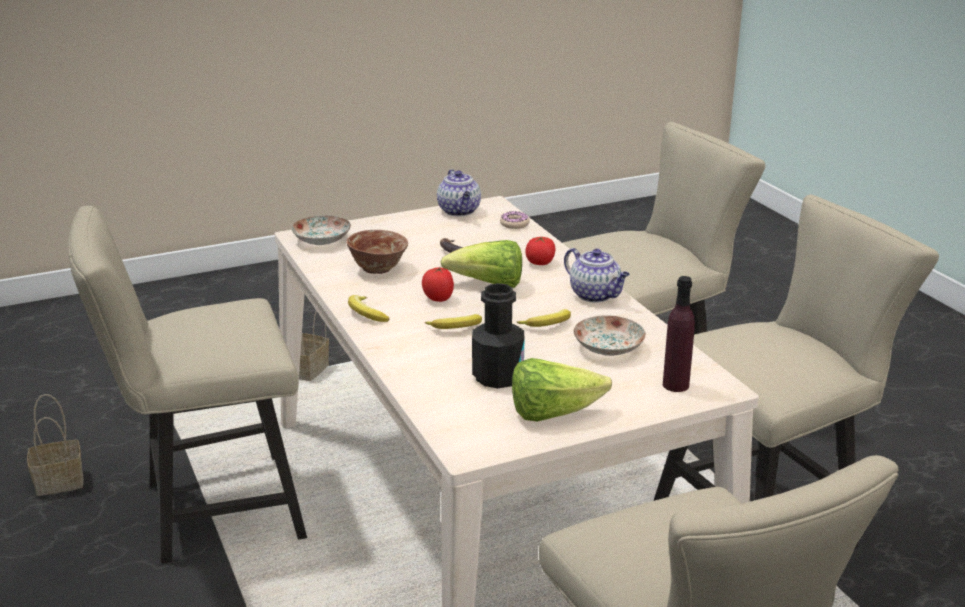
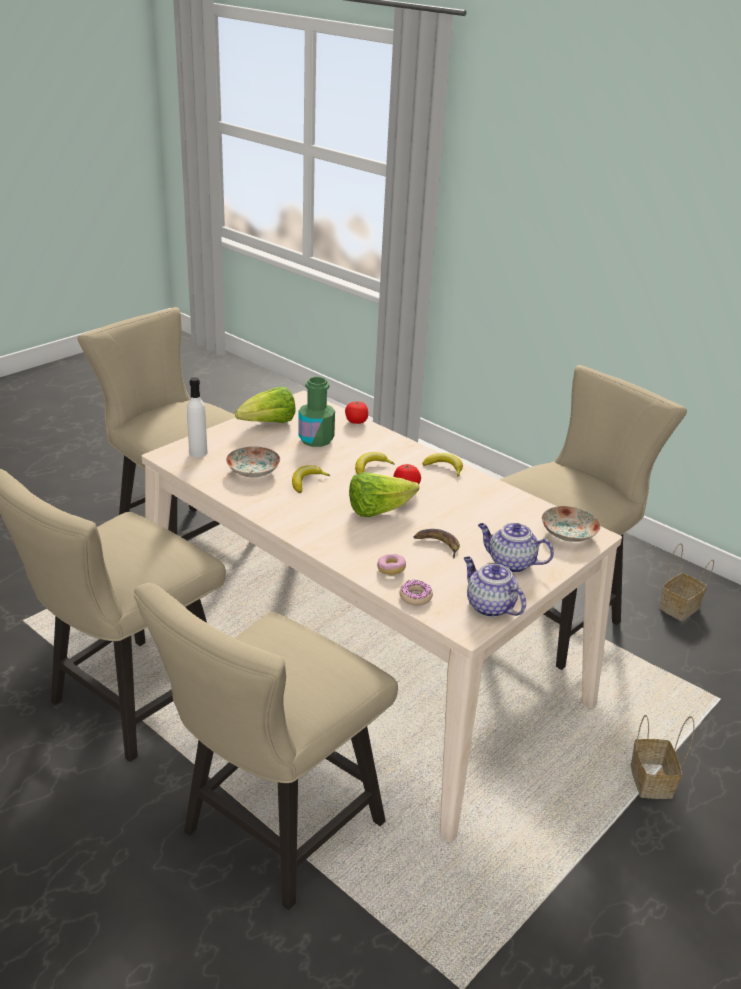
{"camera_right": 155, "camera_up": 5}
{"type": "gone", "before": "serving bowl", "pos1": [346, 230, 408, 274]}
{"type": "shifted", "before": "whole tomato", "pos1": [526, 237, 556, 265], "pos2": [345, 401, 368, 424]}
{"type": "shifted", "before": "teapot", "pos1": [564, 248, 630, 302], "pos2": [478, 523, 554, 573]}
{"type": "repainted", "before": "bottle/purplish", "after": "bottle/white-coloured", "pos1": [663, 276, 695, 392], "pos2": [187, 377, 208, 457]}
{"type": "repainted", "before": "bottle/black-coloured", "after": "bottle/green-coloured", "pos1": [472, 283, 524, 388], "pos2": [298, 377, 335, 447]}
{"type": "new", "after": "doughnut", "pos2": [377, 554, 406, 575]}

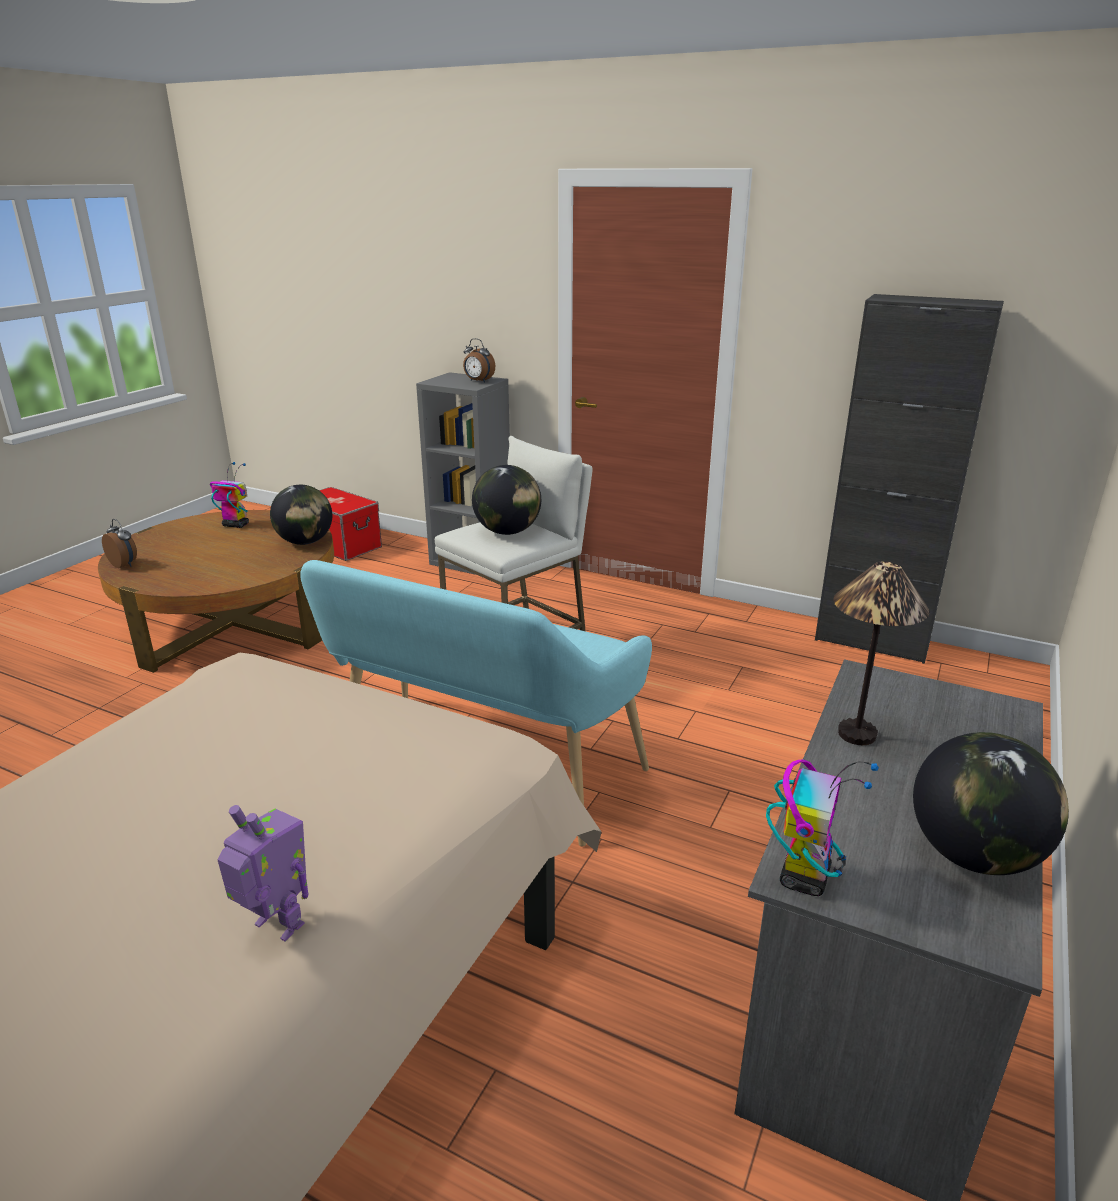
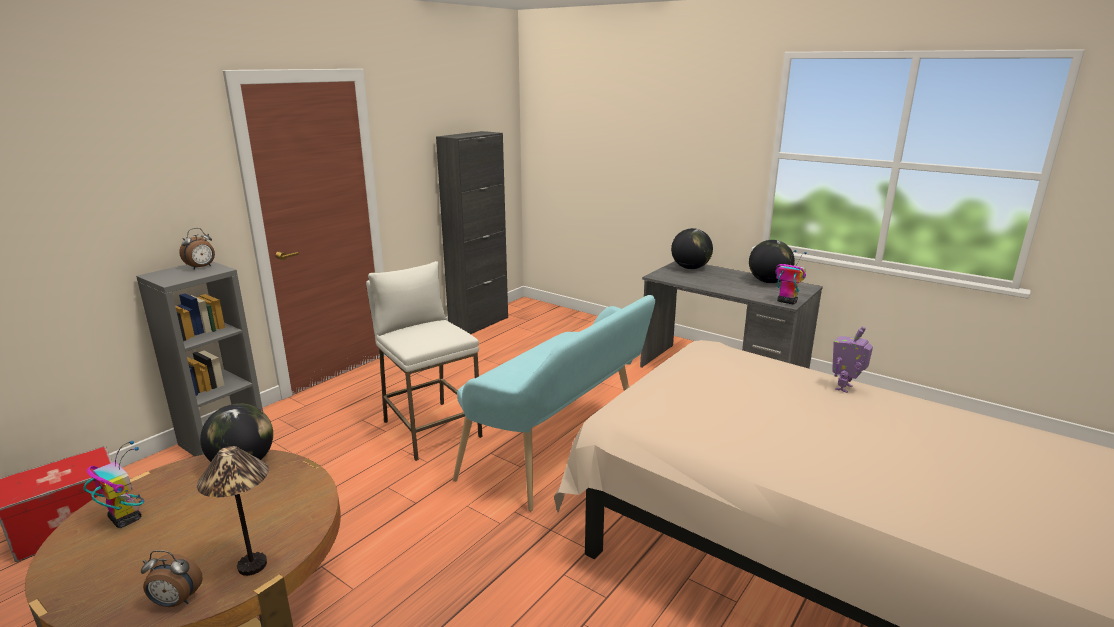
{"camera_right": -80, "camera_up": -5}
{"type": "rotated", "before": "toy robot", "pos1": [210, 462, 249, 528], "pos2": [83, 441, 144, 528], "turn": 105}
{"type": "shifted", "before": "globe", "pos1": [472, 465, 541, 535], "pos2": [671, 228, 713, 269]}
{"type": "rotated", "before": "table clock", "pos1": [102, 519, 137, 568], "pos2": [141, 550, 203, 607], "turn": -135}
{"type": "shifted", "before": "tabletop lamp", "pos1": [833, 561, 929, 745], "pos2": [197, 446, 269, 576]}

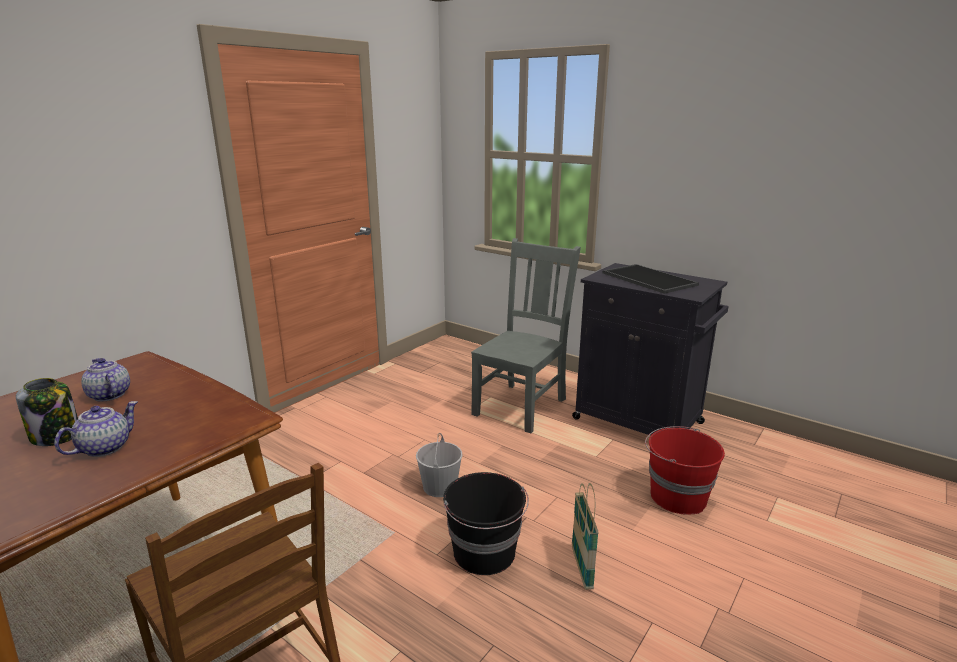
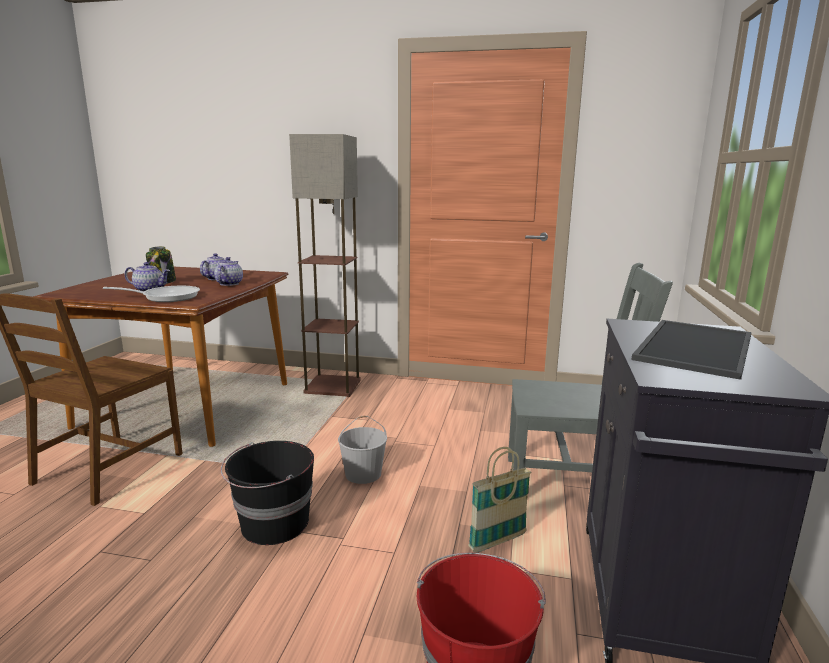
{"camera_right": 65, "camera_up": -5}
{"type": "shifted", "before": "basket", "pos1": [572, 483, 599, 590], "pos2": [468, 447, 531, 553]}
{"type": "new", "after": "standard lamp", "pos2": [289, 134, 361, 397]}
{"type": "new", "after": "teapot", "pos2": [214, 257, 243, 286]}
{"type": "new", "after": "frying pan", "pos2": [103, 286, 200, 302]}

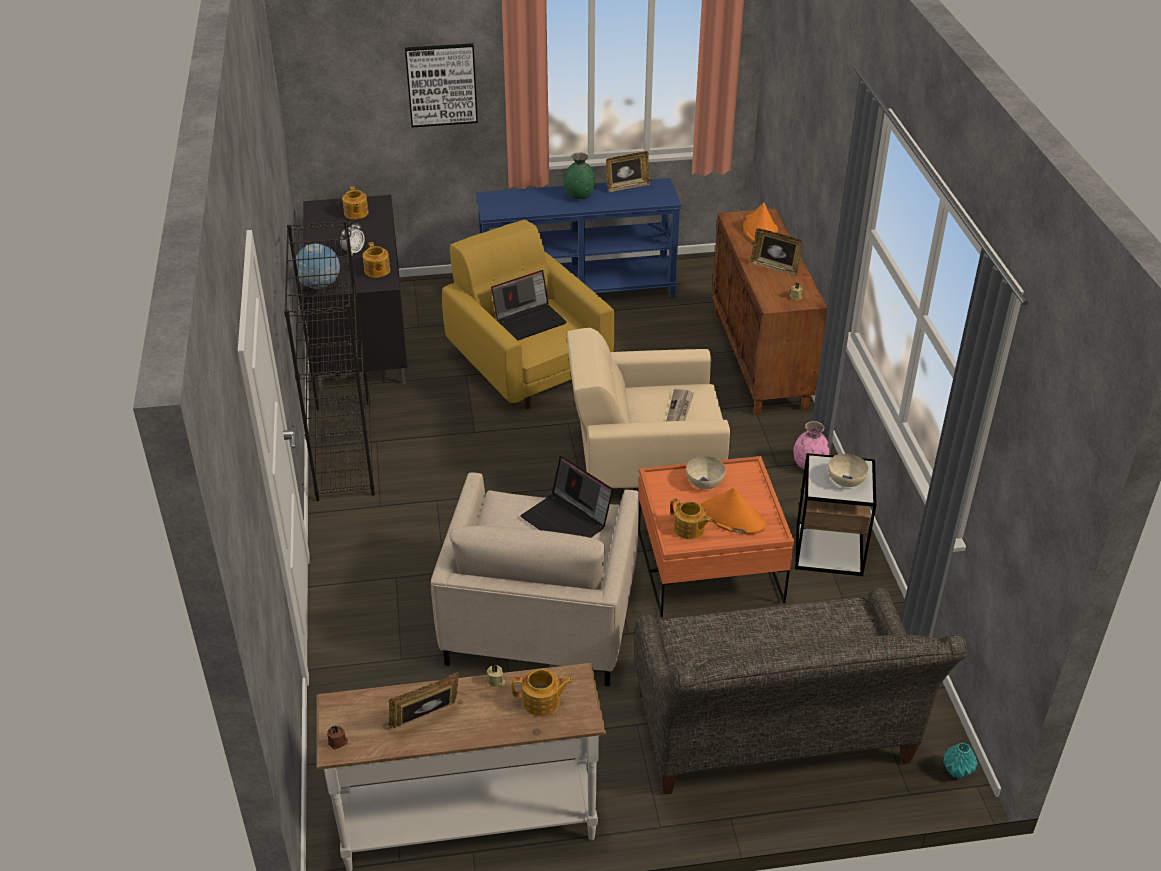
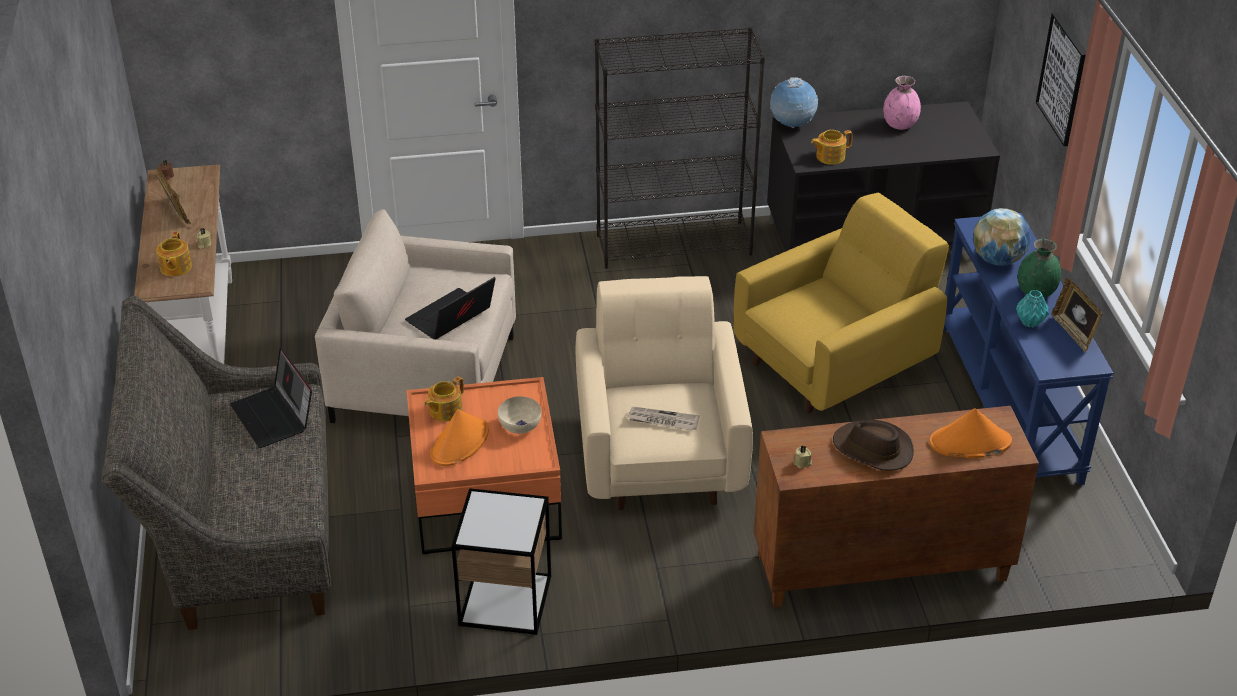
{"camera_right": 90, "camera_up": 0}
{"type": "gone", "before": "teapot", "pos1": [342, 186, 369, 219]}
{"type": "gone", "before": "table clock", "pos1": [340, 221, 365, 255]}
{"type": "swapped", "before": "standing frame", "after": "wearable hat/brown-coloured", "pos1": [751, 228, 803, 277], "pos2": [833, 420, 914, 471]}
{"type": "shifted", "before": "laptop", "pos1": [491, 270, 567, 341], "pos2": [230, 348, 312, 448]}
{"type": "shifted", "before": "decorative vase/pinkish", "pos1": [793, 421, 829, 469], "pos2": [883, 76, 921, 130]}
{"type": "gone", "before": "serving bowl/beige", "pos1": [828, 454, 868, 487]}
{"type": "shifted", "before": "decorative vase/blue-green", "pos1": [943, 743, 978, 779], "pos2": [1016, 290, 1049, 328]}
{"type": "new", "after": "globe", "pos2": [973, 208, 1031, 266]}

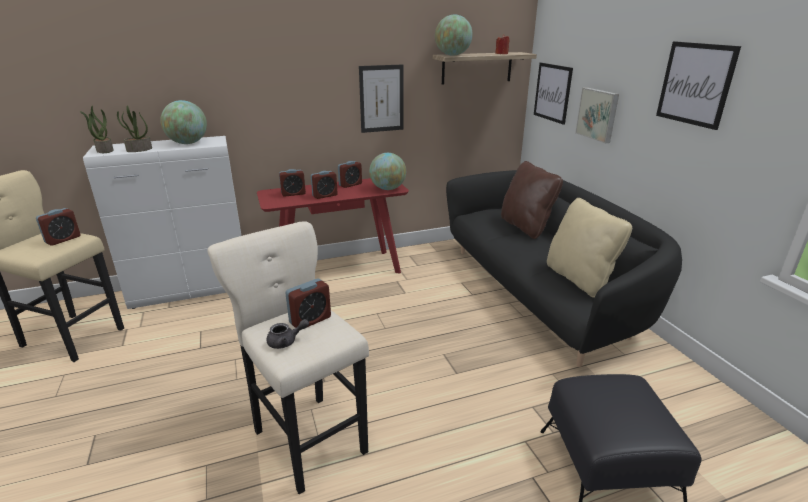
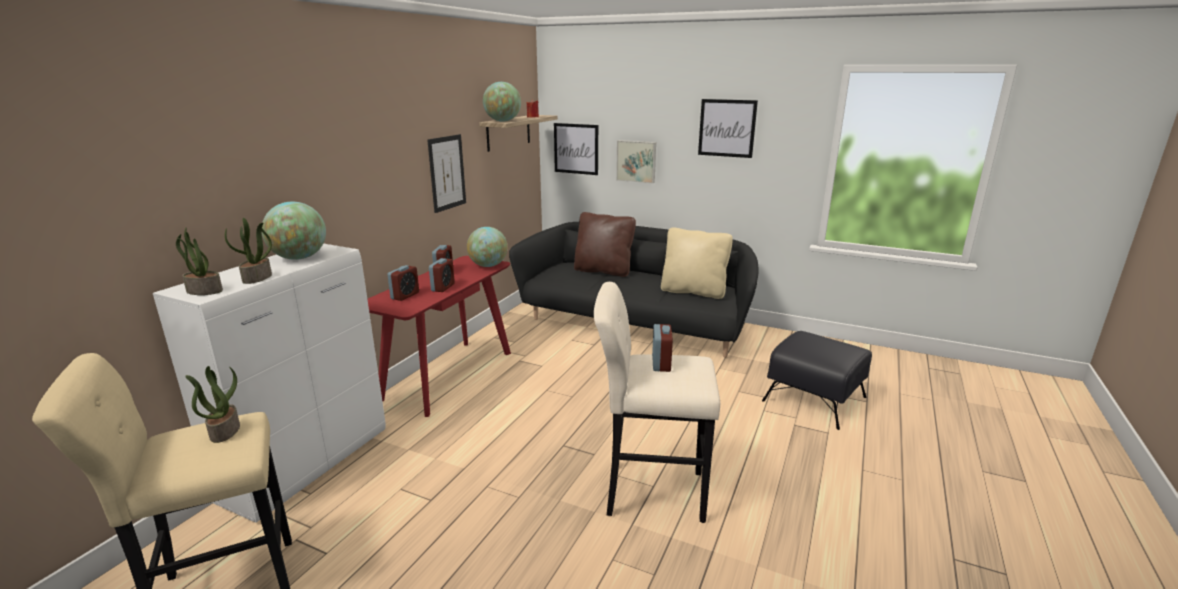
{"camera_right": -45, "camera_up": -5}
{"type": "swapped", "before": "table clock", "after": "houseplant", "pos1": [36, 208, 81, 246], "pos2": [185, 366, 240, 443]}
{"type": "gone", "before": "teapot/gray", "pos1": [266, 319, 309, 349]}

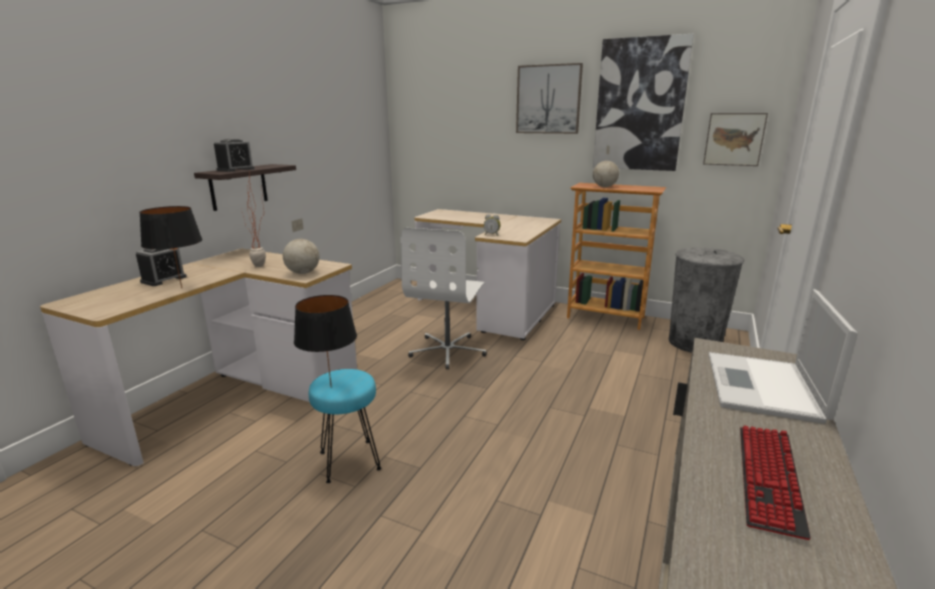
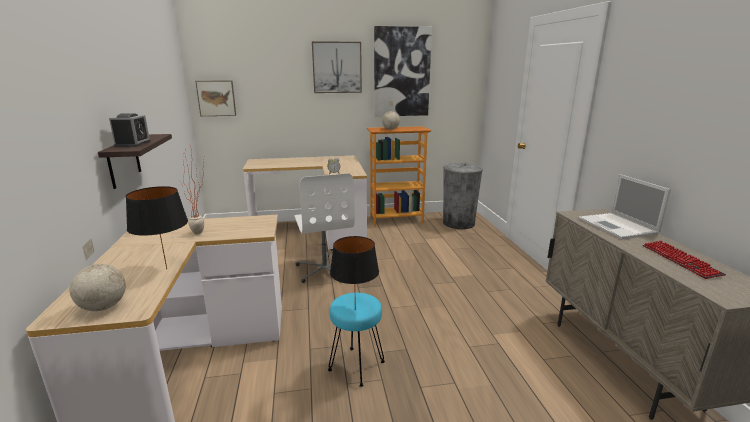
{"camera_right": -35, "camera_up": 0}
{"type": "shifted", "before": "picture", "pos1": [703, 113, 768, 166], "pos2": [195, 81, 236, 116]}
{"type": "shifted", "before": "globe", "pos1": [283, 218, 320, 274], "pos2": [70, 239, 126, 311]}
{"type": "gone", "before": "table clock", "pos1": [136, 248, 187, 286]}

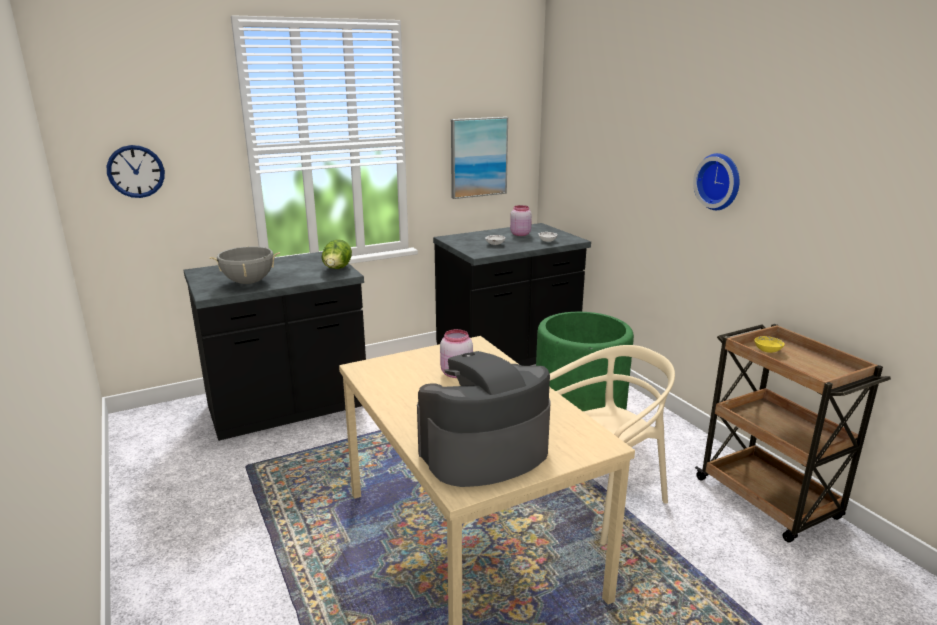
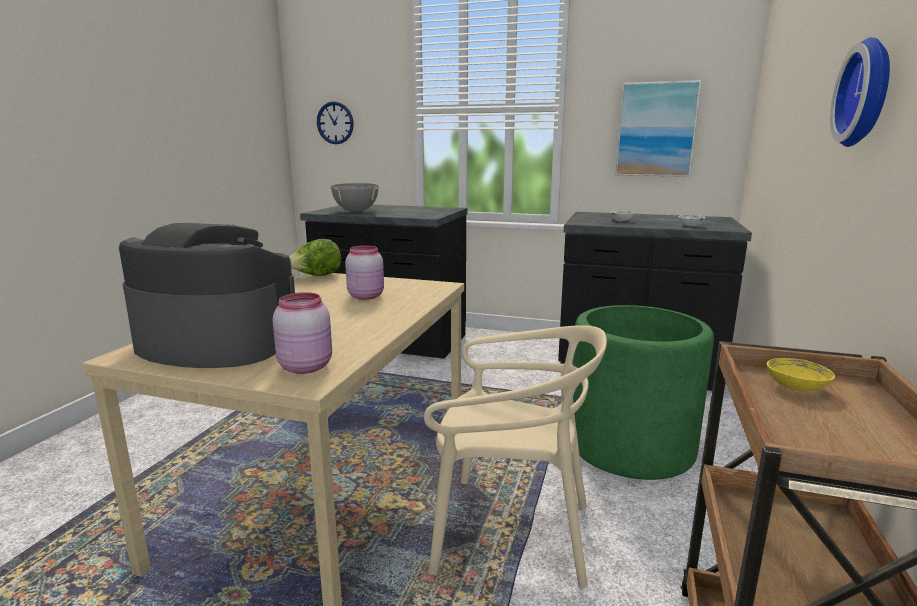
{"camera_right": 45, "camera_up": -5}
{"type": "shifted", "before": "jar/pinkish", "pos1": [510, 205, 532, 236], "pos2": [273, 292, 332, 374]}
{"type": "shifted", "before": "lettuce head", "pos1": [322, 239, 352, 269], "pos2": [289, 239, 341, 276]}

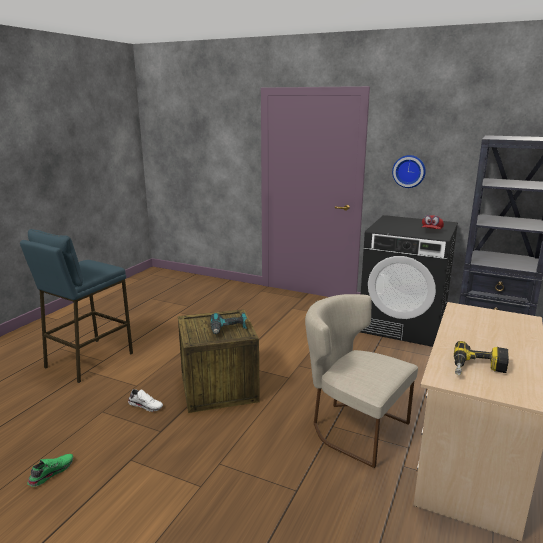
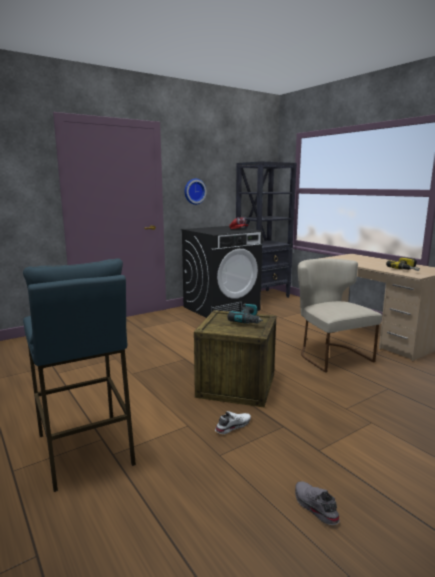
{"camera_right": -60, "camera_up": -5}
{"type": "rotated", "before": "upright chair/beige", "pos1": [305, 294, 418, 468], "pos2": [297, 258, 382, 373], "turn": 90}
{"type": "repainted", "before": "low shoe/green-coloured", "after": "low shoe/gray", "pos1": [27, 454, 73, 487], "pos2": [295, 481, 340, 525]}

